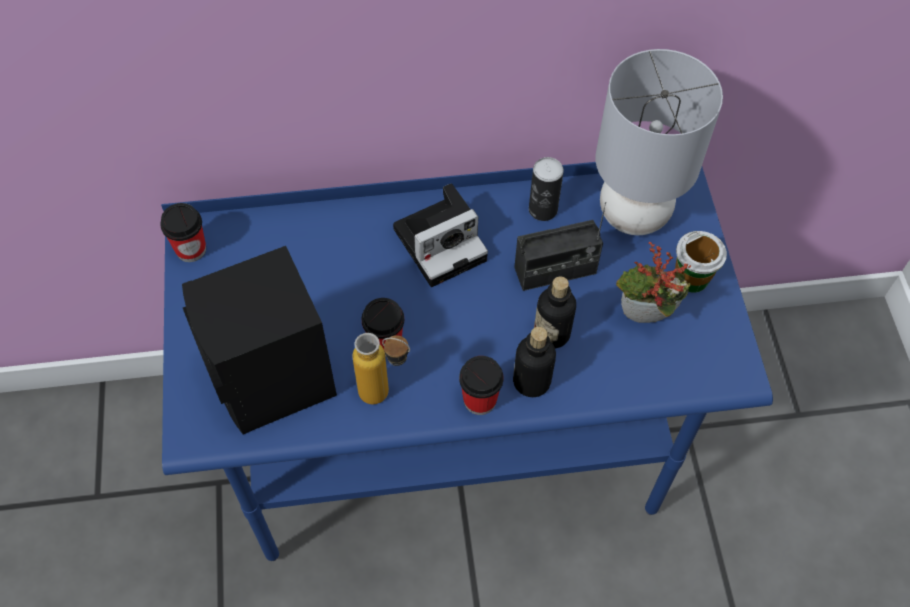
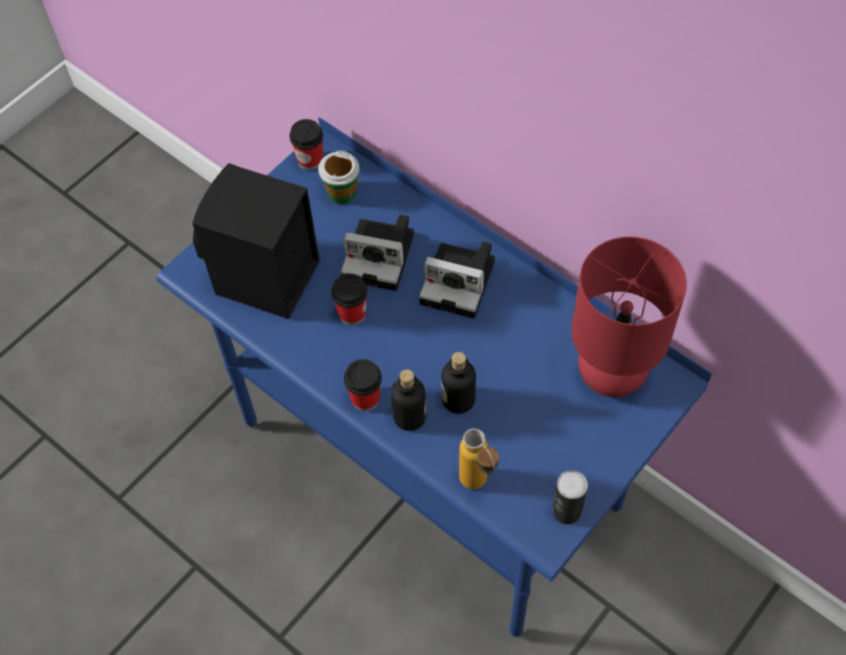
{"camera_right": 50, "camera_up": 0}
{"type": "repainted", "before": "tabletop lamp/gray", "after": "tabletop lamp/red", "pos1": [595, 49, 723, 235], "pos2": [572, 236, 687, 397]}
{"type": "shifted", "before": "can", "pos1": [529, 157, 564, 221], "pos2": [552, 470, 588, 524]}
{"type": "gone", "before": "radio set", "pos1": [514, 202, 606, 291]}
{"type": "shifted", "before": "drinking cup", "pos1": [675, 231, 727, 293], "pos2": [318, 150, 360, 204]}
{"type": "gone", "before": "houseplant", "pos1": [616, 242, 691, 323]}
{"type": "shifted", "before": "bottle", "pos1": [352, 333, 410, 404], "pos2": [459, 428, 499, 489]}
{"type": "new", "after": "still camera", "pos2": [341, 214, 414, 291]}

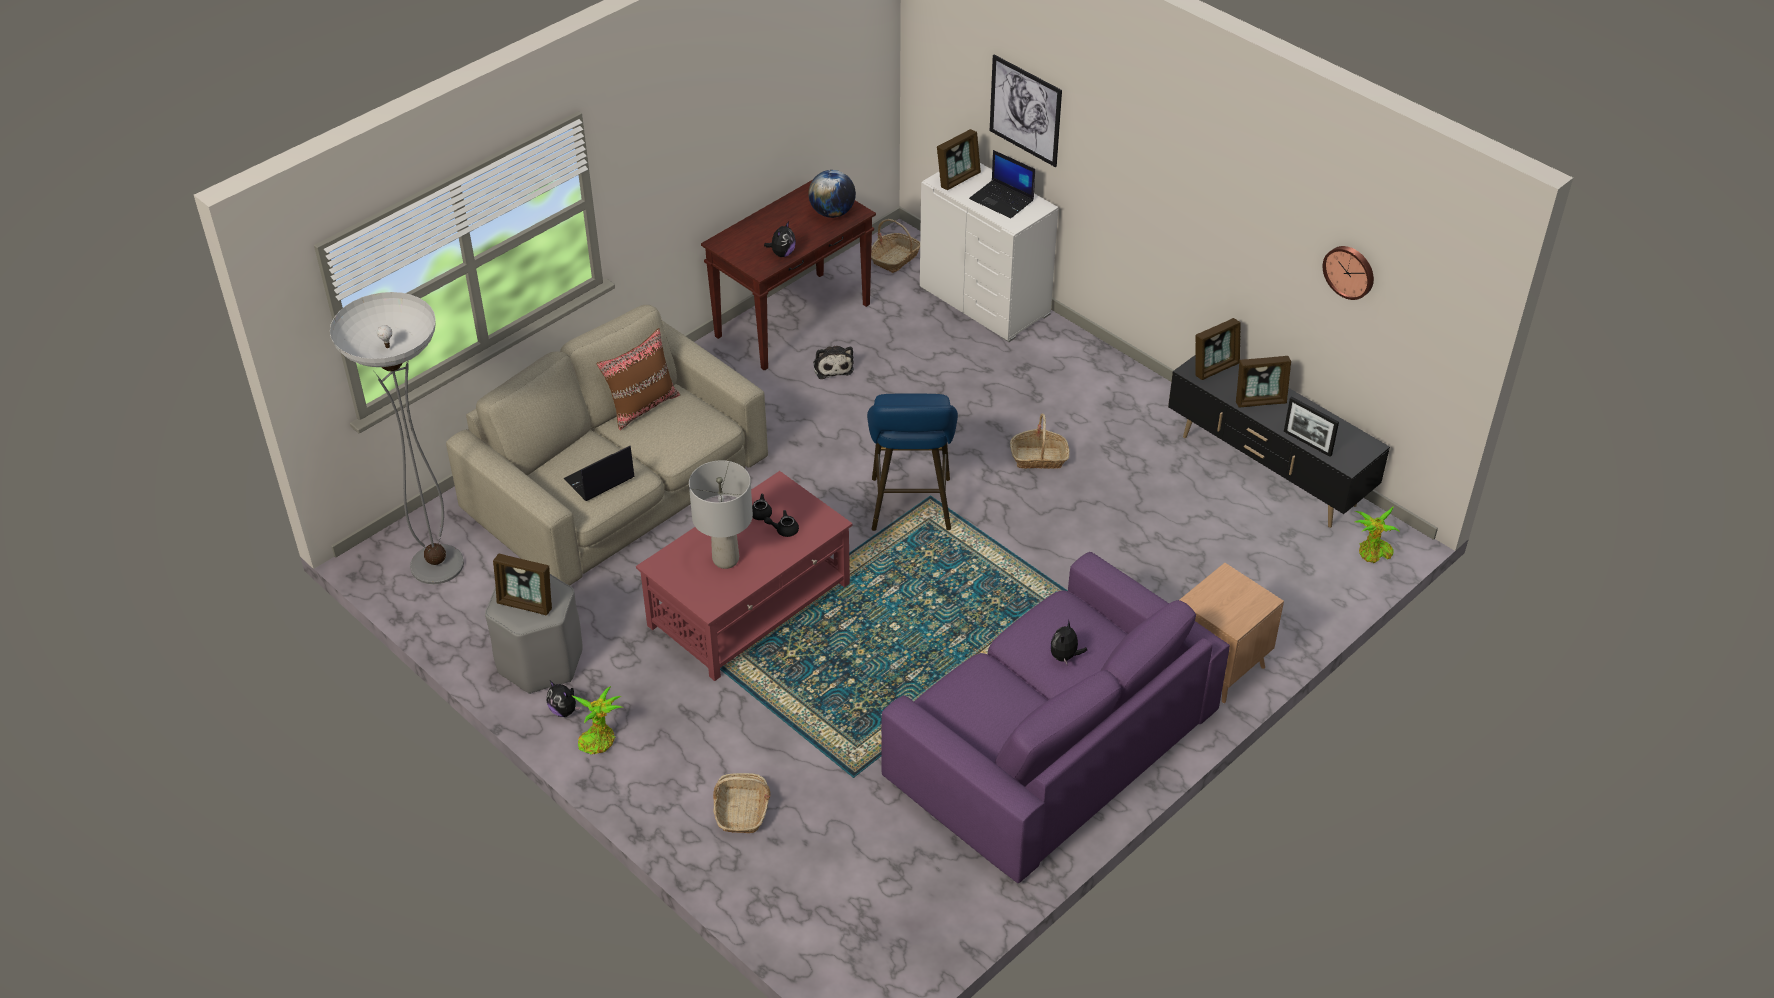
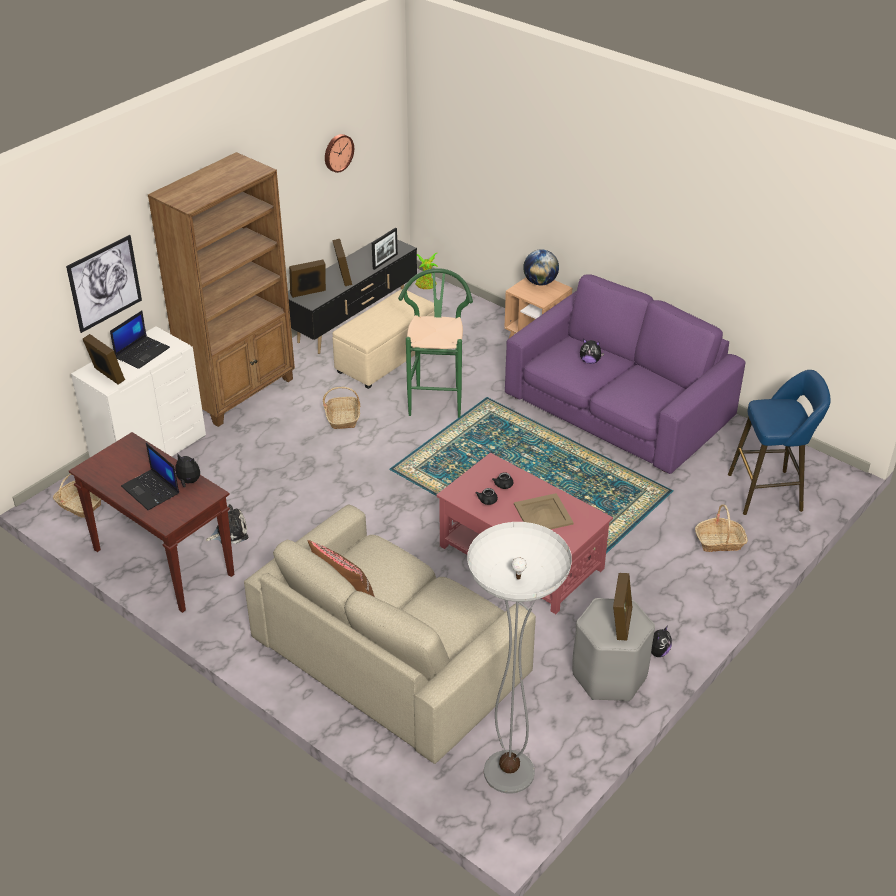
{"camera_right": -95, "camera_up": -5}
{"type": "shifted", "before": "globe", "pos1": [808, 170, 856, 218], "pos2": [523, 249, 559, 285]}
{"type": "rotated", "before": "standing frame", "pos1": [1195, 318, 1241, 380], "pos2": [289, 260, 326, 298], "turn": -75}
{"type": "shifted", "before": "stool seat/bluish", "pos1": [867, 394, 958, 531], "pos2": [728, 370, 831, 515]}
{"type": "shifted", "before": "laptop", "pos1": [564, 446, 634, 501], "pos2": [121, 443, 179, 510]}
{"type": "swapped", "before": "tabletop lamp/gray", "after": "tray/beige", "pos1": [689, 460, 753, 569], "pos2": [514, 493, 574, 529]}
{"type": "gone", "before": "houseplant", "pos1": [571, 686, 622, 755]}
{"type": "new", "after": "bookcase/brown-coloured", "pos2": [148, 152, 295, 427]}
{"type": "new", "after": "stool seat/green-coloured", "pos2": [398, 268, 473, 418]}
{"type": "new", "after": "footrest/beige", "pos2": [332, 289, 435, 389]}

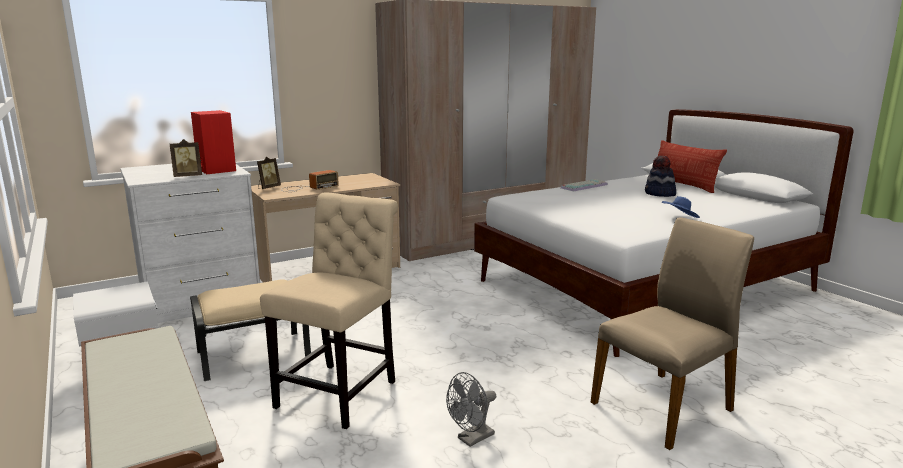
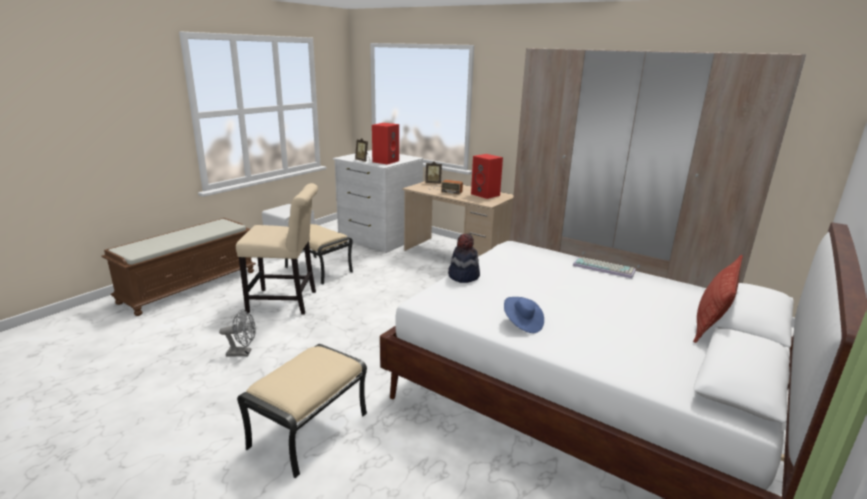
{"camera_right": 65, "camera_up": 5}
{"type": "shifted", "before": "wearable hat", "pos1": [645, 156, 676, 197], "pos2": [448, 233, 480, 283]}
{"type": "swapped", "before": "upright chair/beige", "after": "footrest/beige", "pos1": [590, 217, 754, 450], "pos2": [237, 344, 367, 478]}
{"type": "rotated", "before": "cooling fan/gray", "pos1": [446, 372, 496, 447], "pos2": [219, 309, 256, 356], "turn": 150}
{"type": "new", "after": "audio speaker/red", "pos2": [471, 154, 503, 199]}

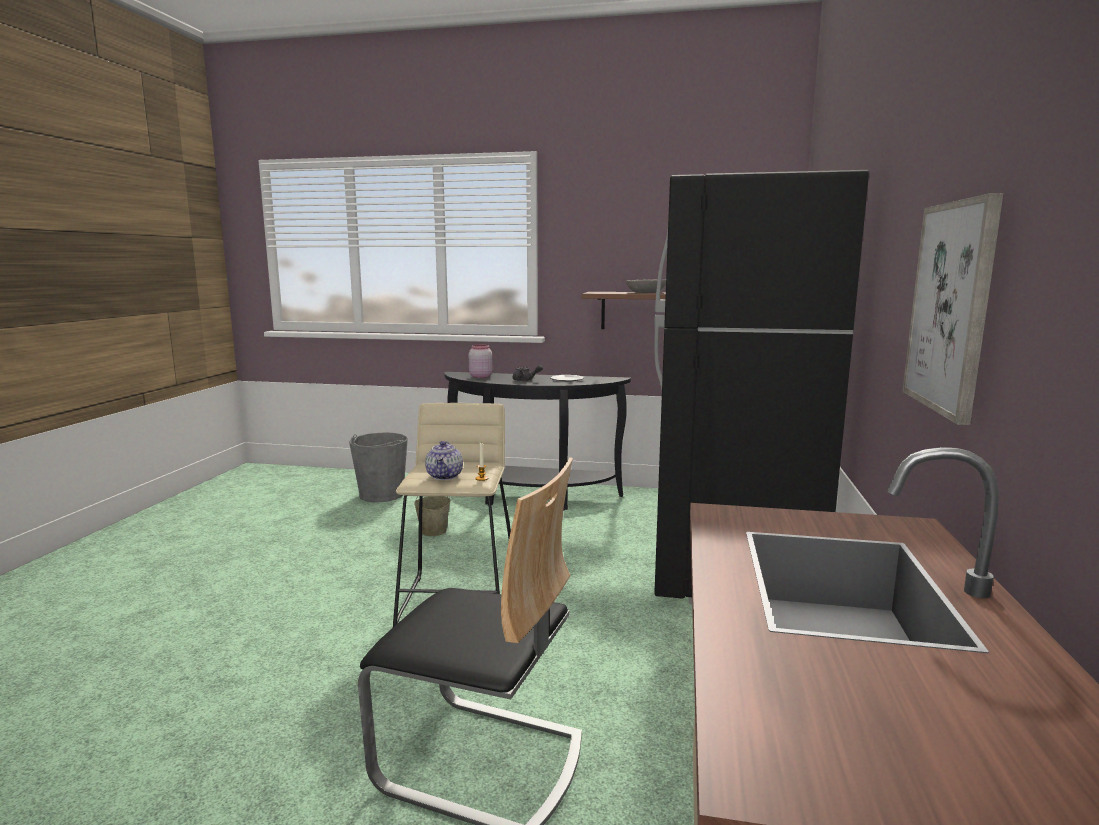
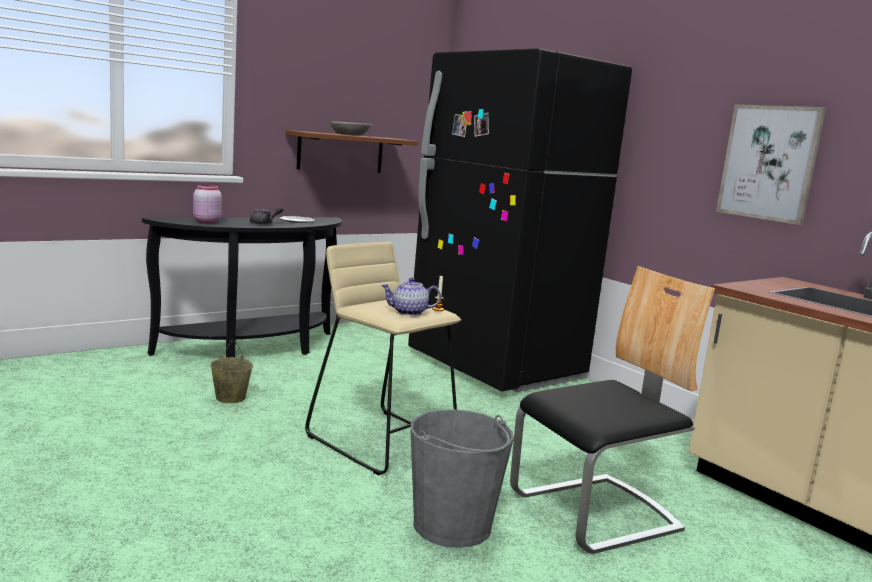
{"camera_right": -50, "camera_up": 0}
{"type": "shifted", "before": "water bucket/gray", "pos1": [349, 433, 408, 502], "pos2": [410, 409, 514, 548]}
{"type": "rotated", "before": "teapot", "pos1": [425, 441, 463, 480], "pos2": [381, 278, 441, 316], "turn": 135}

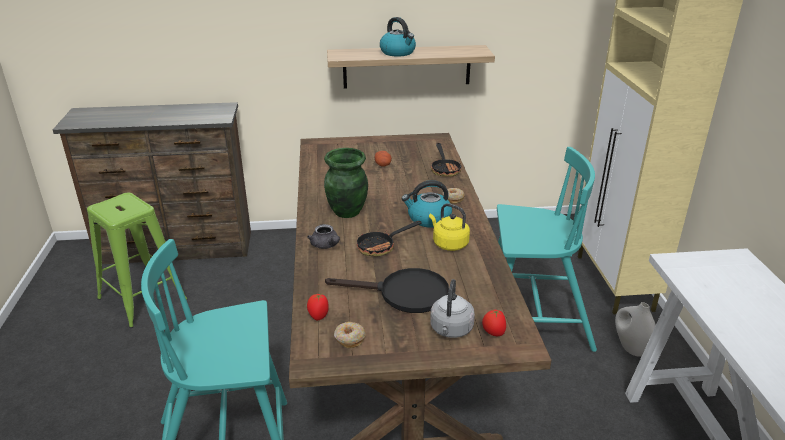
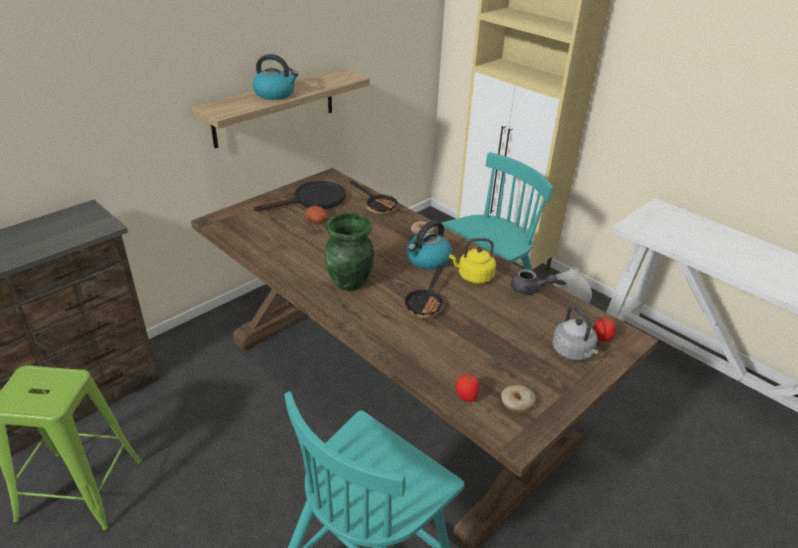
{"camera_right": -40, "camera_up": 5}
{"type": "shifted", "before": "teapot/gray", "pos1": [307, 224, 340, 249], "pos2": [511, 269, 557, 295]}
{"type": "shifted", "before": "frying pan/black-coloured", "pos1": [325, 268, 449, 313], "pos2": [253, 181, 346, 211]}

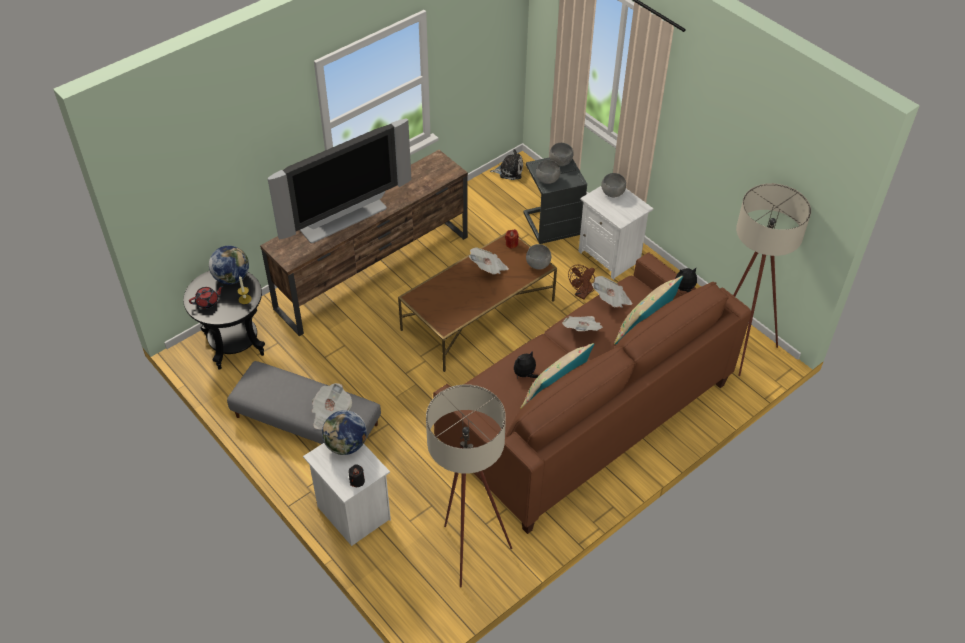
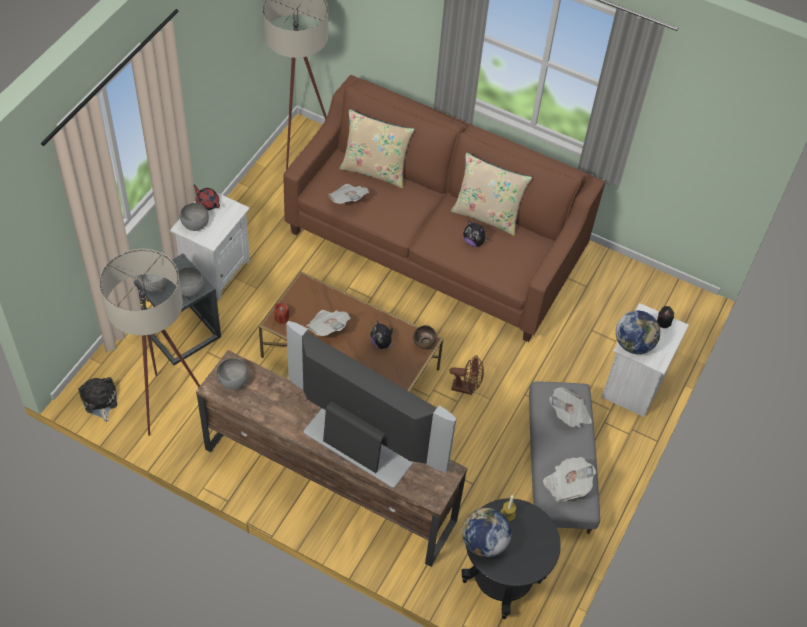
{"camera_right": -115, "camera_up": 5}
{"type": "shifted", "before": "serving bowl/gray", "pos1": [526, 244, 551, 269], "pos2": [217, 358, 249, 390]}
{"type": "shifted", "before": "cooling fan/brown-coloured", "pos1": [568, 265, 595, 299], "pos2": [449, 355, 484, 395]}
{"type": "shifted", "before": "cuddly toy", "pos1": [675, 268, 697, 292], "pos2": [371, 321, 394, 349]}
{"type": "shifted", "before": "teapot/red", "pos1": [189, 286, 224, 308], "pos2": [194, 184, 220, 210]}
{"type": "shifted", "before": "printed paper", "pos1": [562, 316, 603, 331], "pos2": [543, 457, 596, 502]}
{"type": "shifted", "before": "standard lamp/beige", "pos1": [426, 384, 512, 587], "pos2": [99, 249, 200, 436]}
{"type": "new", "after": "serving bowl/brown-coloured", "pos2": [413, 325, 437, 350]}

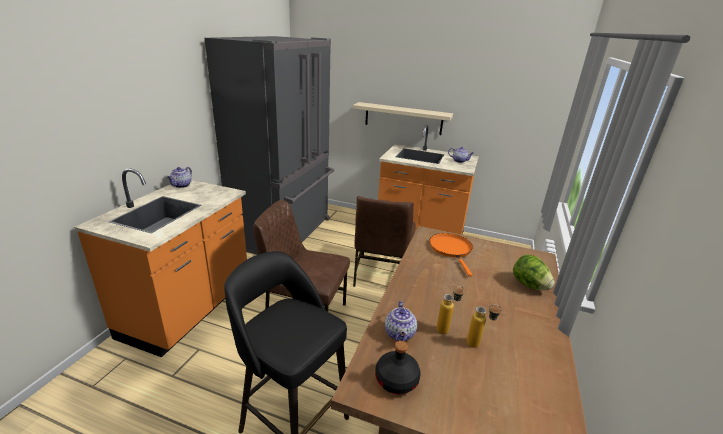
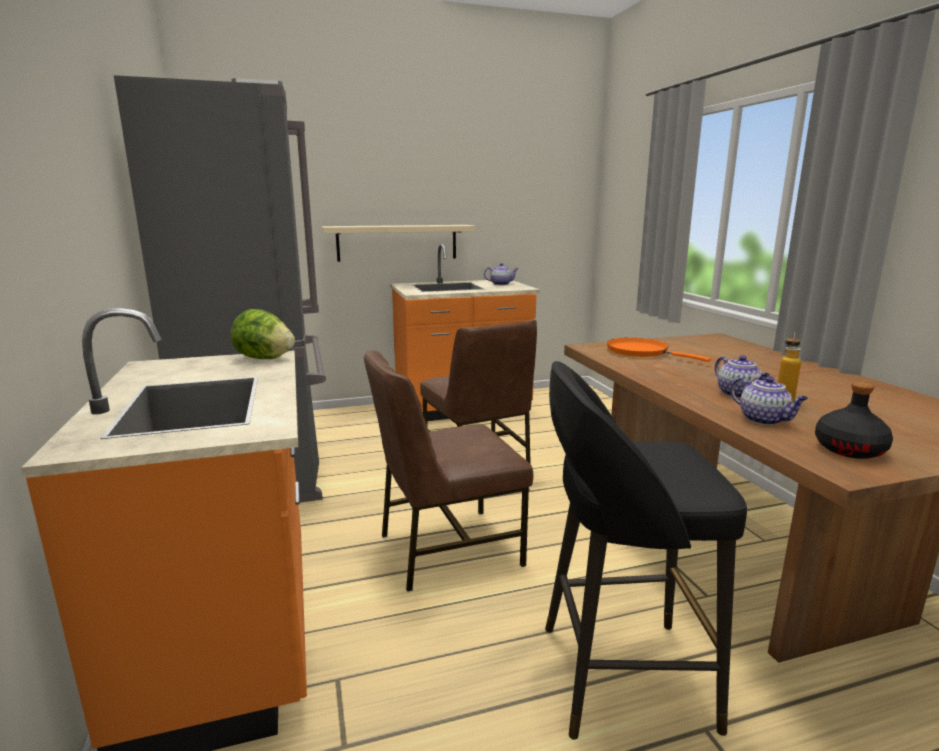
{"camera_right": -35, "camera_up": -10}
{"type": "shifted", "before": "teapot", "pos1": [167, 167, 192, 188], "pos2": [715, 355, 770, 398]}
{"type": "shifted", "before": "lettuce head", "pos1": [513, 255, 555, 290], "pos2": [230, 309, 295, 359]}
{"type": "gone", "before": "bottle", "pos1": [467, 305, 502, 348]}

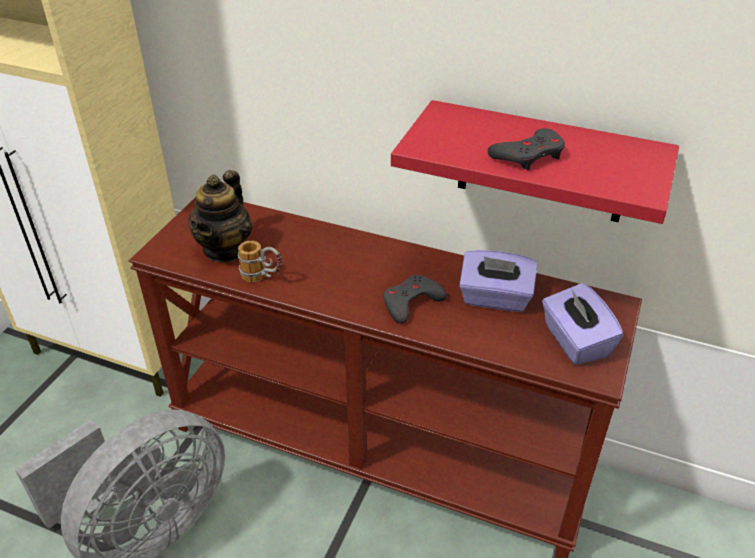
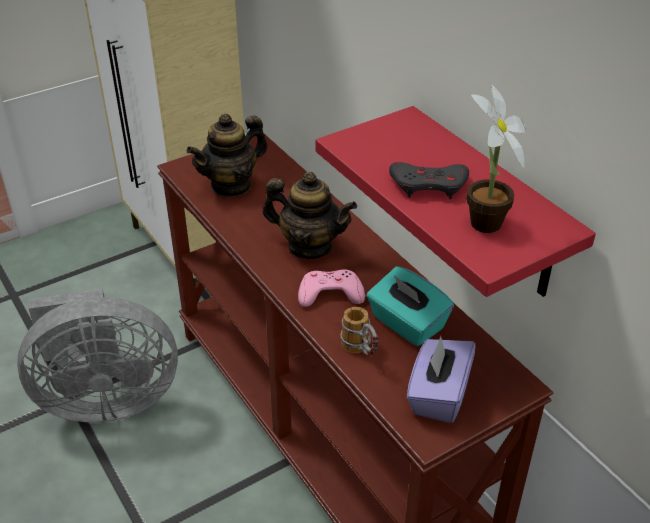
{"camera_right": 35, "camera_up": 0}
{"type": "shifted", "before": "coffee mug", "pos1": [238, 240, 282, 282], "pos2": [340, 307, 379, 358]}
{"type": "repainted", "before": "tissue holder/purplish", "after": "tissue holder/blue-green", "pos1": [459, 250, 537, 312], "pos2": [367, 266, 454, 346]}
{"type": "repainted", "before": "joypad/gray", "after": "joypad/pinkish", "pos1": [383, 275, 447, 324], "pos2": [298, 269, 365, 307]}
{"type": "new", "after": "houseplant", "pos2": [466, 84, 526, 233]}
{"type": "new", "after": "teapot", "pos2": [262, 172, 357, 259]}

